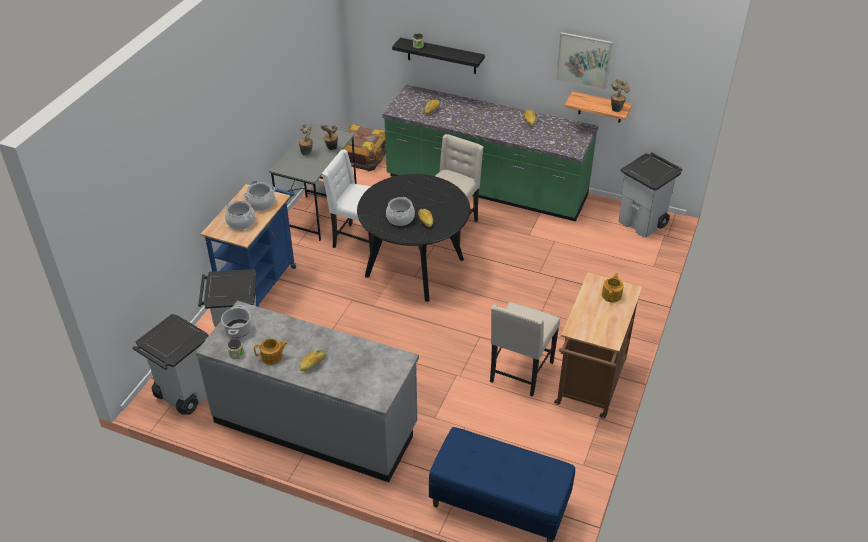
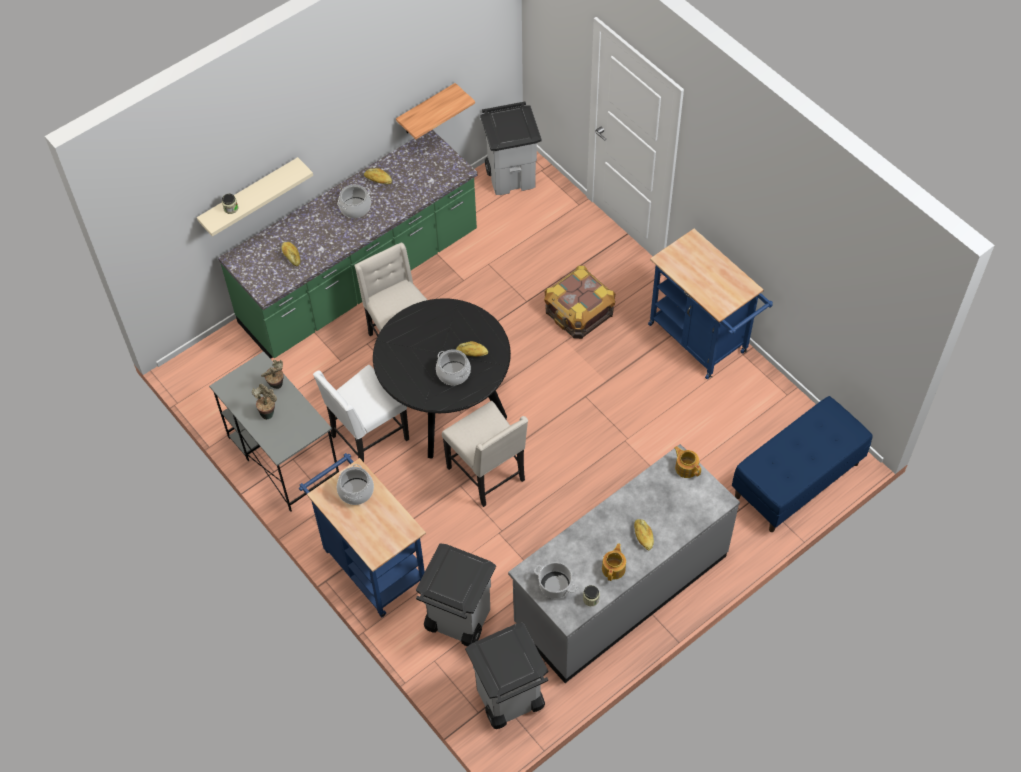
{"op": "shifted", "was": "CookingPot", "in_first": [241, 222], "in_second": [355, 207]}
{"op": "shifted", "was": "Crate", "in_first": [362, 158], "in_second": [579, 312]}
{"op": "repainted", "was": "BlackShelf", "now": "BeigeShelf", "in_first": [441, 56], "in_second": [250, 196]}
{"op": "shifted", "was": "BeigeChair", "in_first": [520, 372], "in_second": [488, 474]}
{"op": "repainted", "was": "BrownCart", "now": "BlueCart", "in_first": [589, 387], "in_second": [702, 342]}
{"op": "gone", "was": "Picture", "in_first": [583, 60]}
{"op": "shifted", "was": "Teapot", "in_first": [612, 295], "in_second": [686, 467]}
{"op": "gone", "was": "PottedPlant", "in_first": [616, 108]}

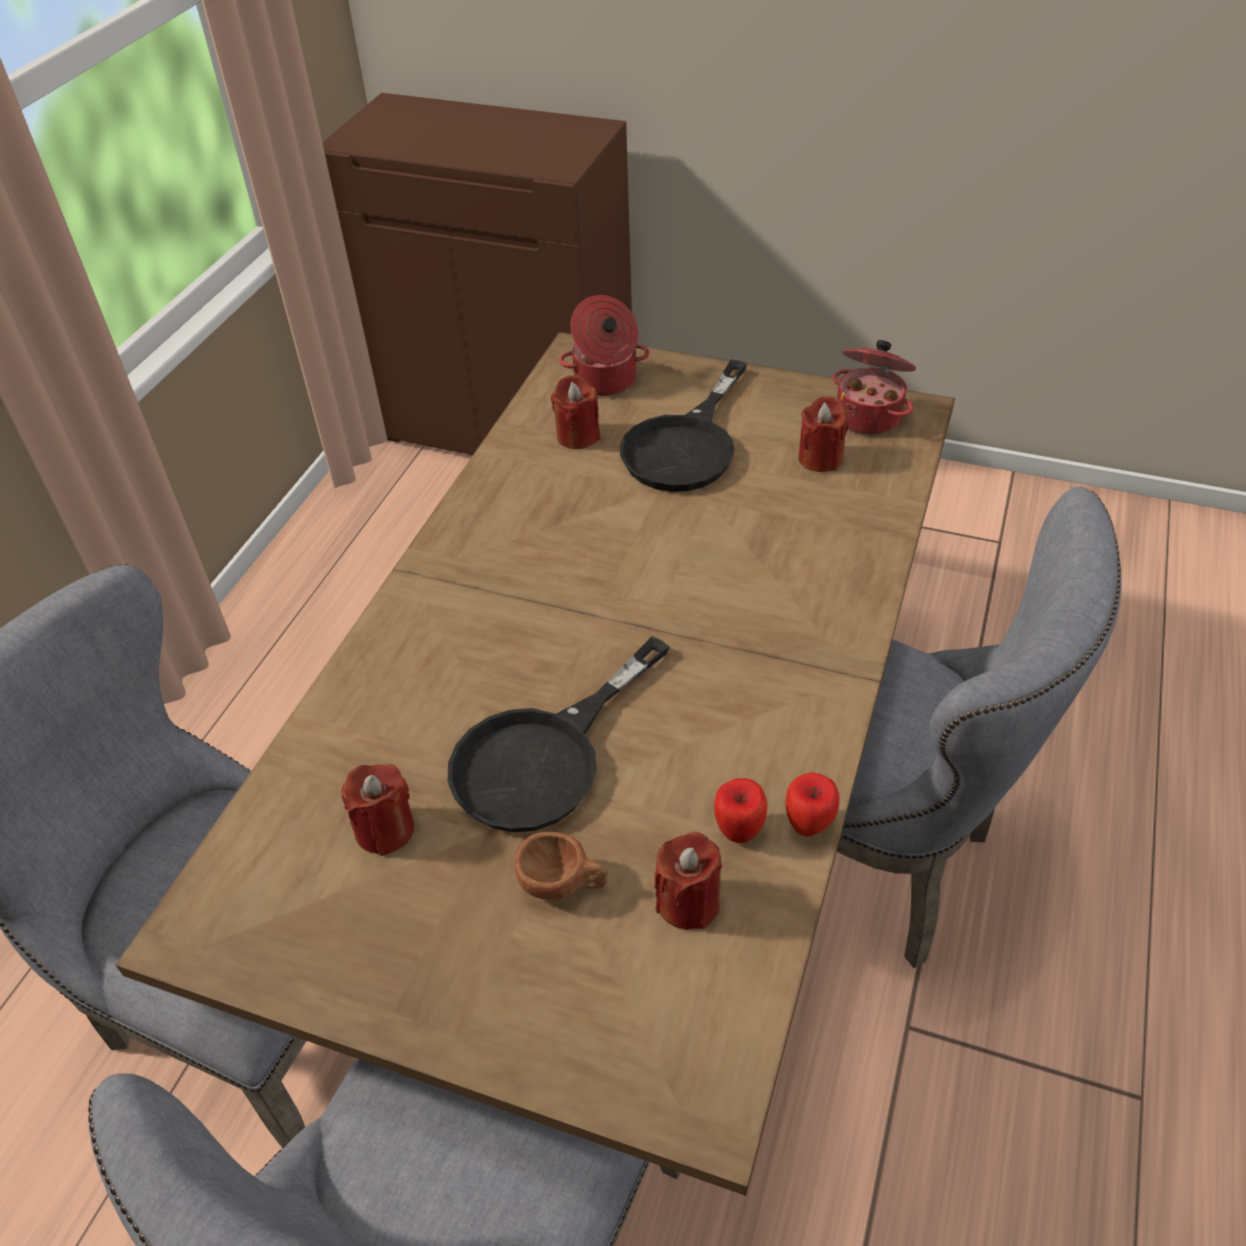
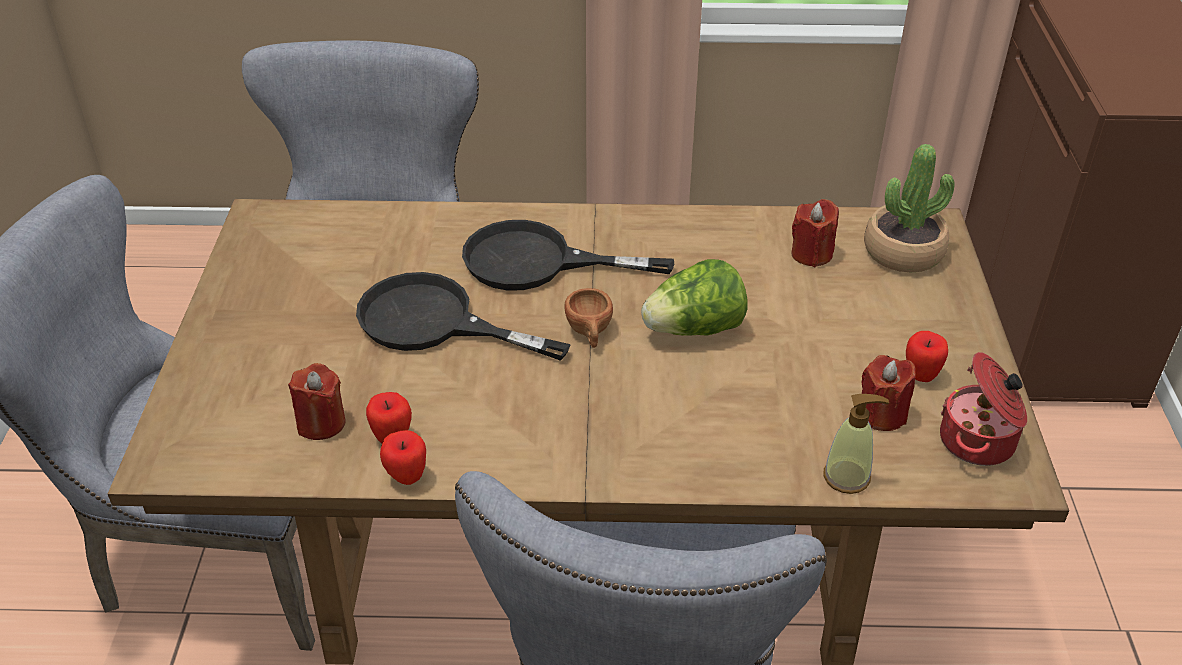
{"op": "gone", "was": "RedCandle", "in_first": [385, 829]}
{"op": "shifted", "was": "BrownCup", "in_first": [563, 884], "in_second": [590, 333]}
{"op": "swapped", "was": "CookingPot", "now": "PottedPlant", "in_first": [605, 381], "in_second": [903, 252]}
{"op": "shifted", "was": "BlackFryingPan", "in_first": [686, 445], "in_second": [537, 262]}
{"op": "new", "now": "Lettuce", "in_second": [694, 329]}
{"op": "new", "now": "SoapDispenser", "in_second": [847, 477]}
{"op": "new", "now": "Apple", "in_second": [920, 376]}

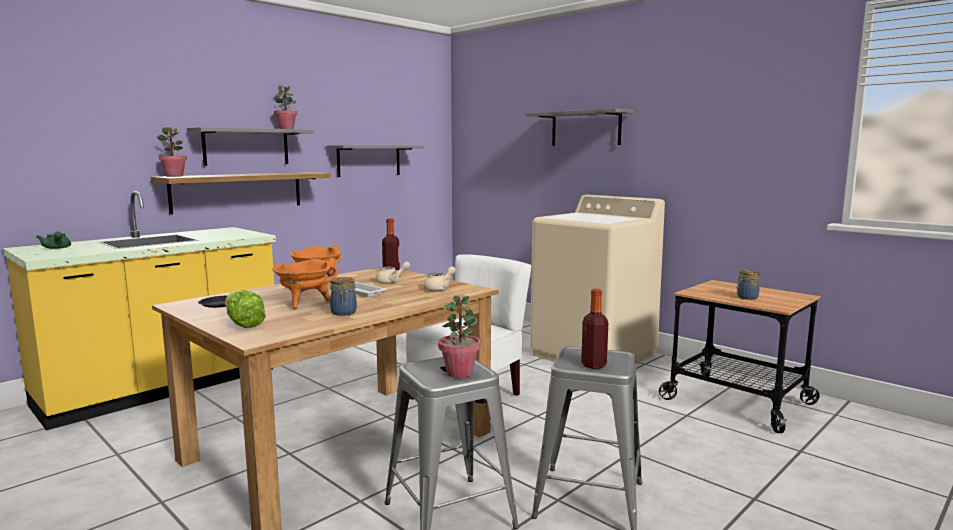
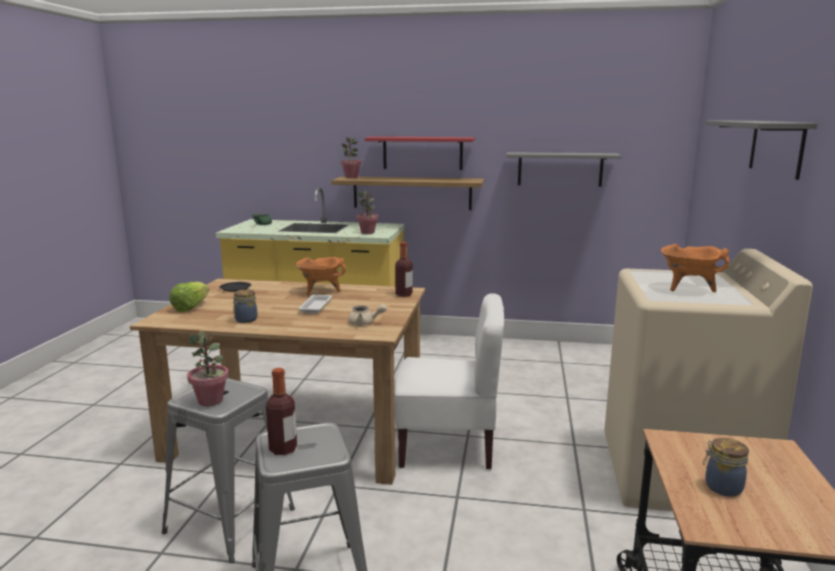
{"op": "repainted", "was": "GreyShelf", "now": "RedShelf", "in_first": [246, 147], "in_second": [422, 153]}
{"op": "shifted", "was": "OrangeCookingPot", "in_first": [305, 303], "in_second": [688, 288]}
{"op": "shifted", "was": "PottedPlant", "in_first": [286, 129], "in_second": [368, 232]}
{"op": "gone", "was": "BeigeTeapot", "in_first": [391, 281]}

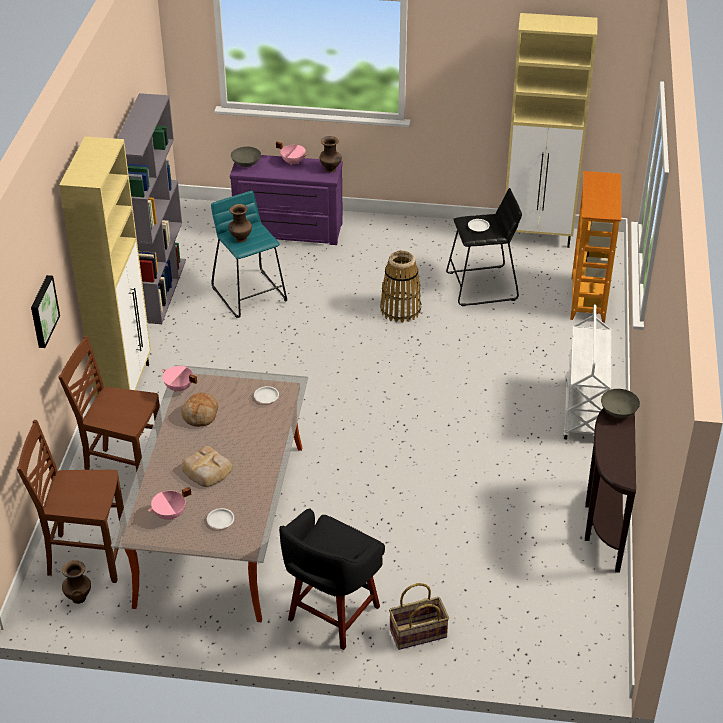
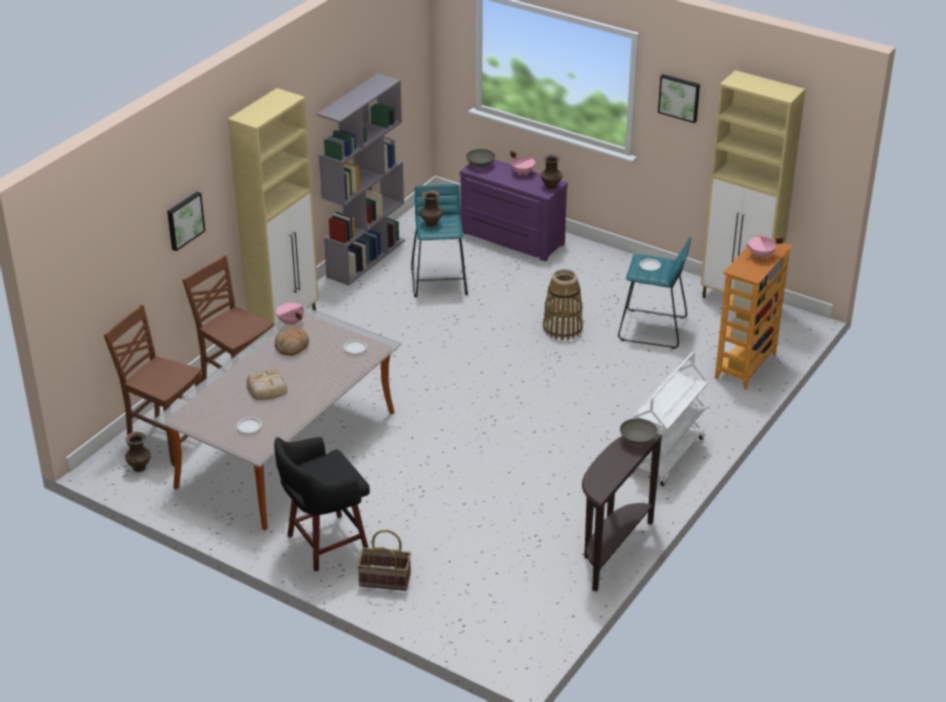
{"op": "shifted", "was": "PinkCookingPot", "in_first": [170, 514], "in_second": [761, 256]}
{"op": "repainted", "was": "BlackStool", "now": "TurquoiseStool", "in_first": [482, 286], "in_second": [652, 329]}
{"op": "new", "now": "Picture", "in_second": [679, 97]}

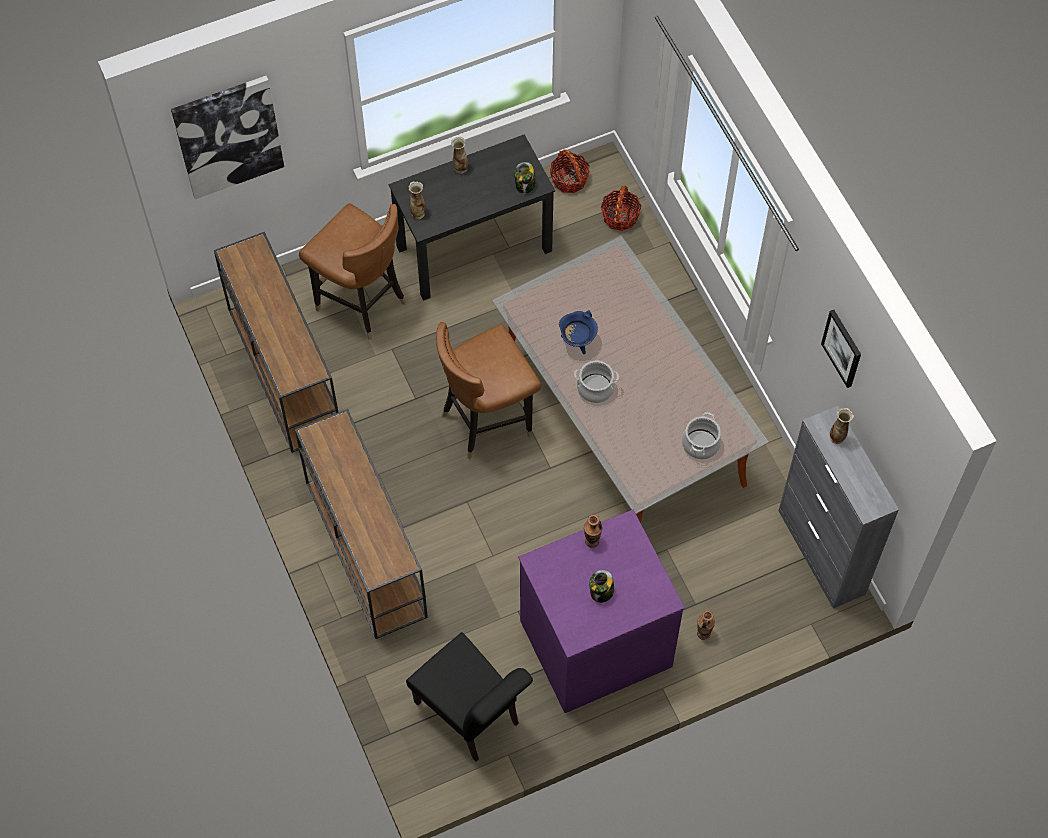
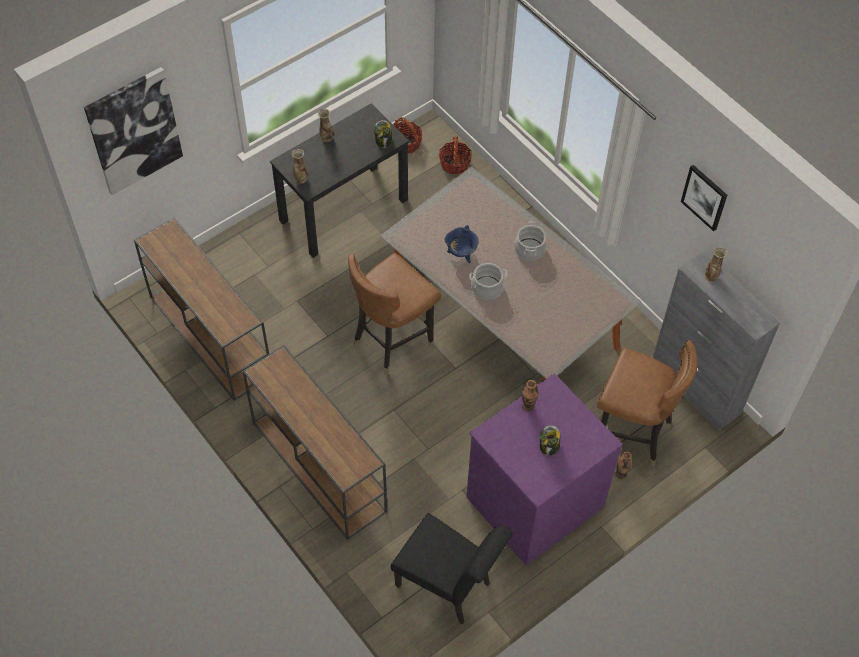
{"op": "shifted", "was": "BrownChair", "in_first": [361, 303], "in_second": [631, 434]}
{"op": "shifted", "was": "CookingPot", "in_first": [700, 444], "in_second": [529, 249]}

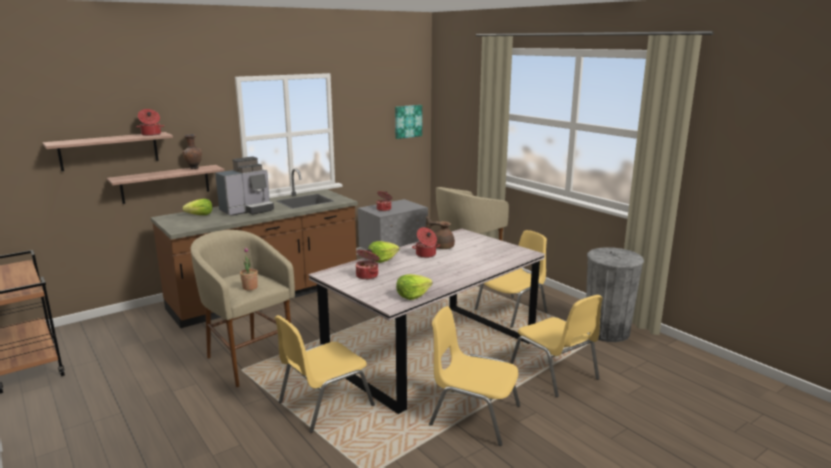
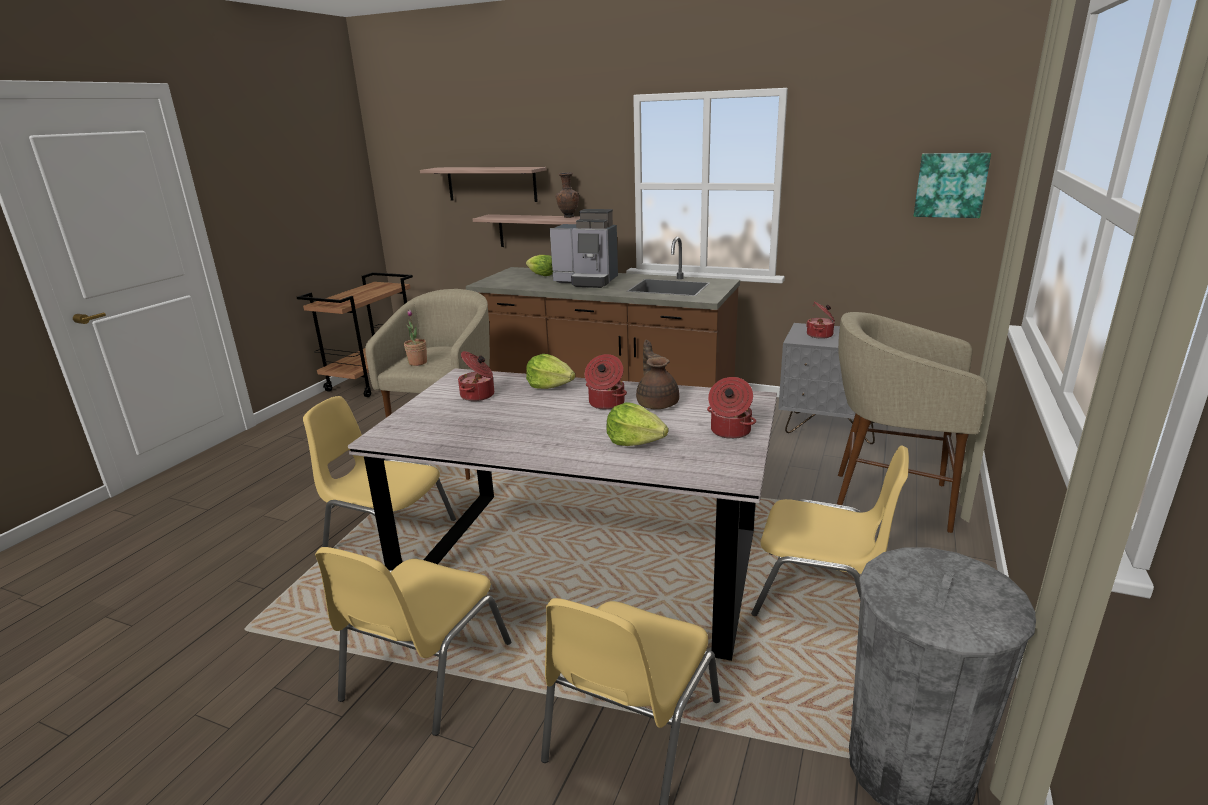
{"op": "shifted", "was": "CookingPot", "in_first": [151, 134], "in_second": [729, 431]}
{"op": "shifted", "was": "Lettuce", "in_first": [412, 295], "in_second": [635, 441]}
{"op": "rotated", "was": "YellowChair", "in_first": [473, 415], "in_second": [424, 672], "clockwise": -150}

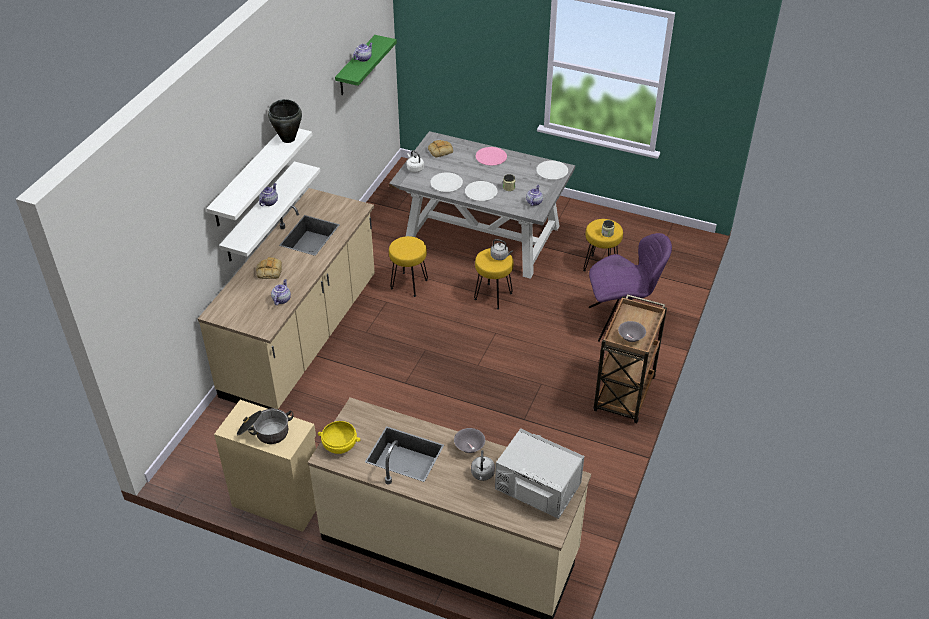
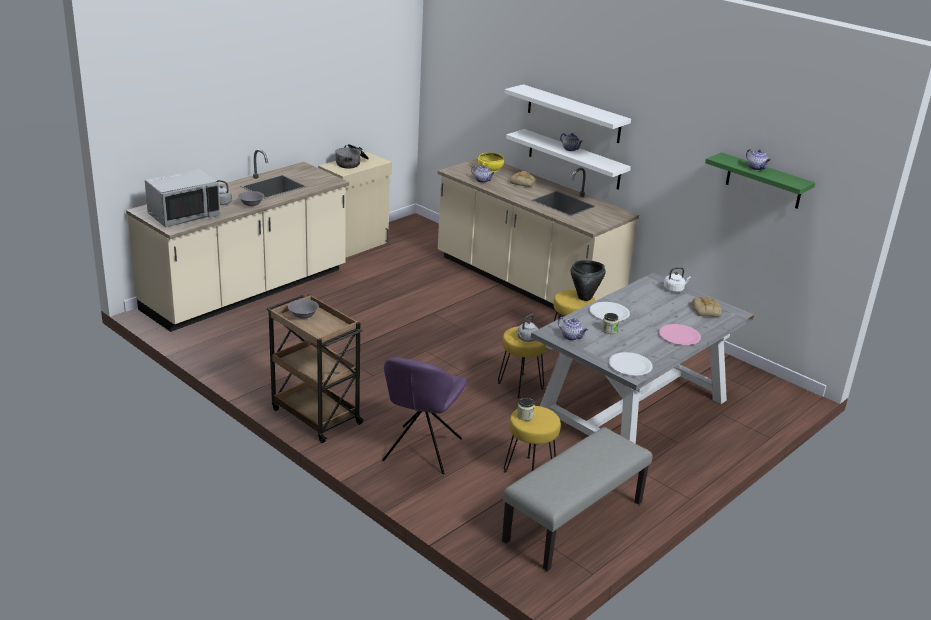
{"op": "shifted", "was": "BlackCookingPot", "in_first": [288, 139], "in_second": [585, 298]}
{"op": "shifted", "was": "YellowBowl", "in_first": [339, 446], "in_second": [490, 170]}
{"op": "gone", "was": "WhitePlate", "in_first": [446, 183]}
{"op": "new", "now": "GreyBench", "in_second": [574, 522]}

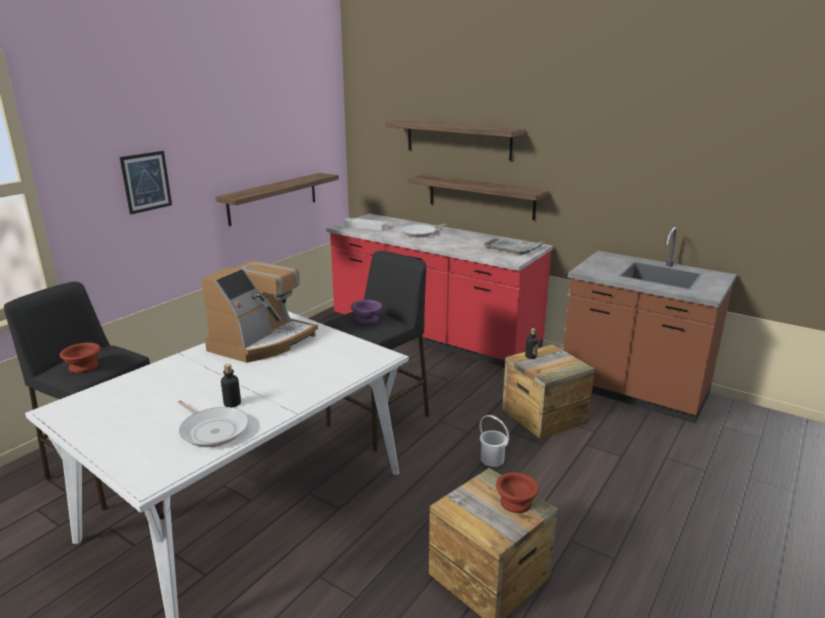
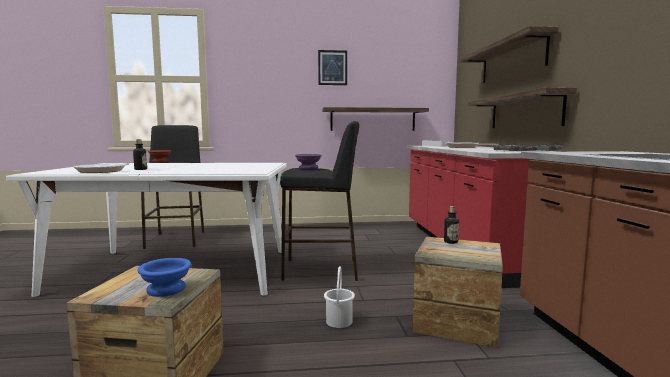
{"op": "shifted", "was": "Picture", "in_first": [146, 182], "in_second": [332, 67]}
{"op": "gone", "was": "CoffeeMachine", "in_first": [262, 342]}
{"op": "repainted", "was": "BrownBowl", "now": "BlueBowl", "in_first": [515, 502], "in_second": [167, 289]}

